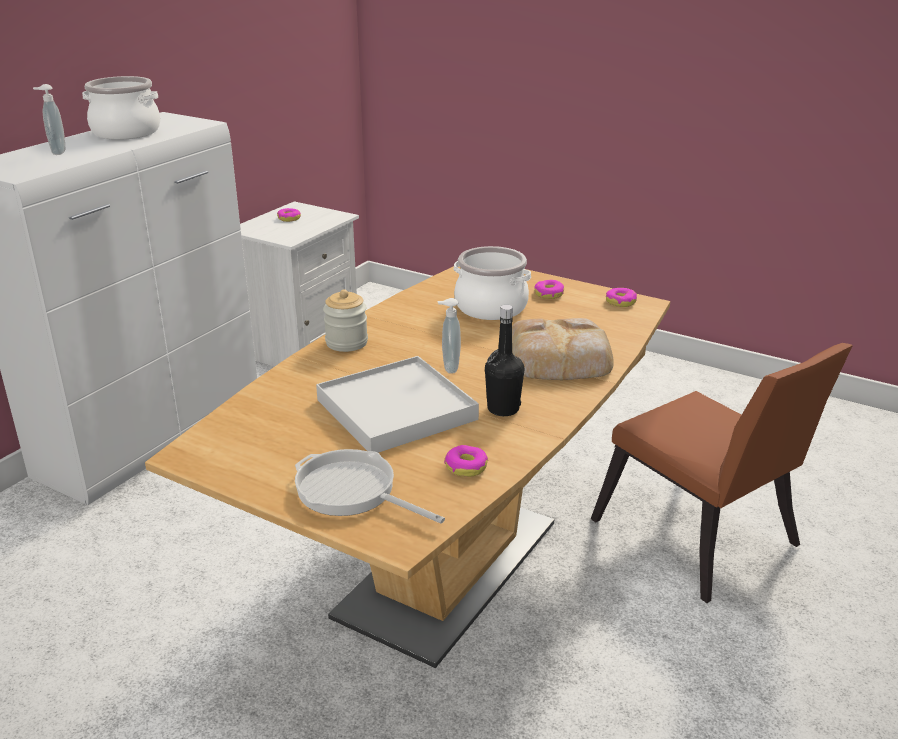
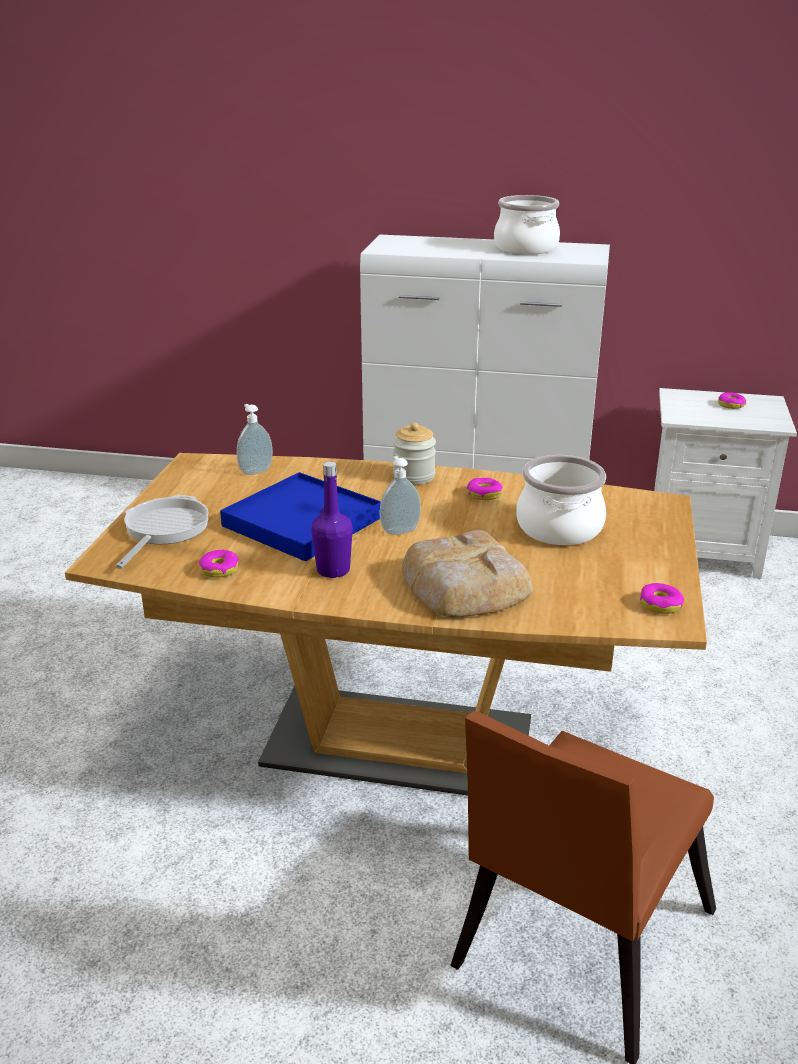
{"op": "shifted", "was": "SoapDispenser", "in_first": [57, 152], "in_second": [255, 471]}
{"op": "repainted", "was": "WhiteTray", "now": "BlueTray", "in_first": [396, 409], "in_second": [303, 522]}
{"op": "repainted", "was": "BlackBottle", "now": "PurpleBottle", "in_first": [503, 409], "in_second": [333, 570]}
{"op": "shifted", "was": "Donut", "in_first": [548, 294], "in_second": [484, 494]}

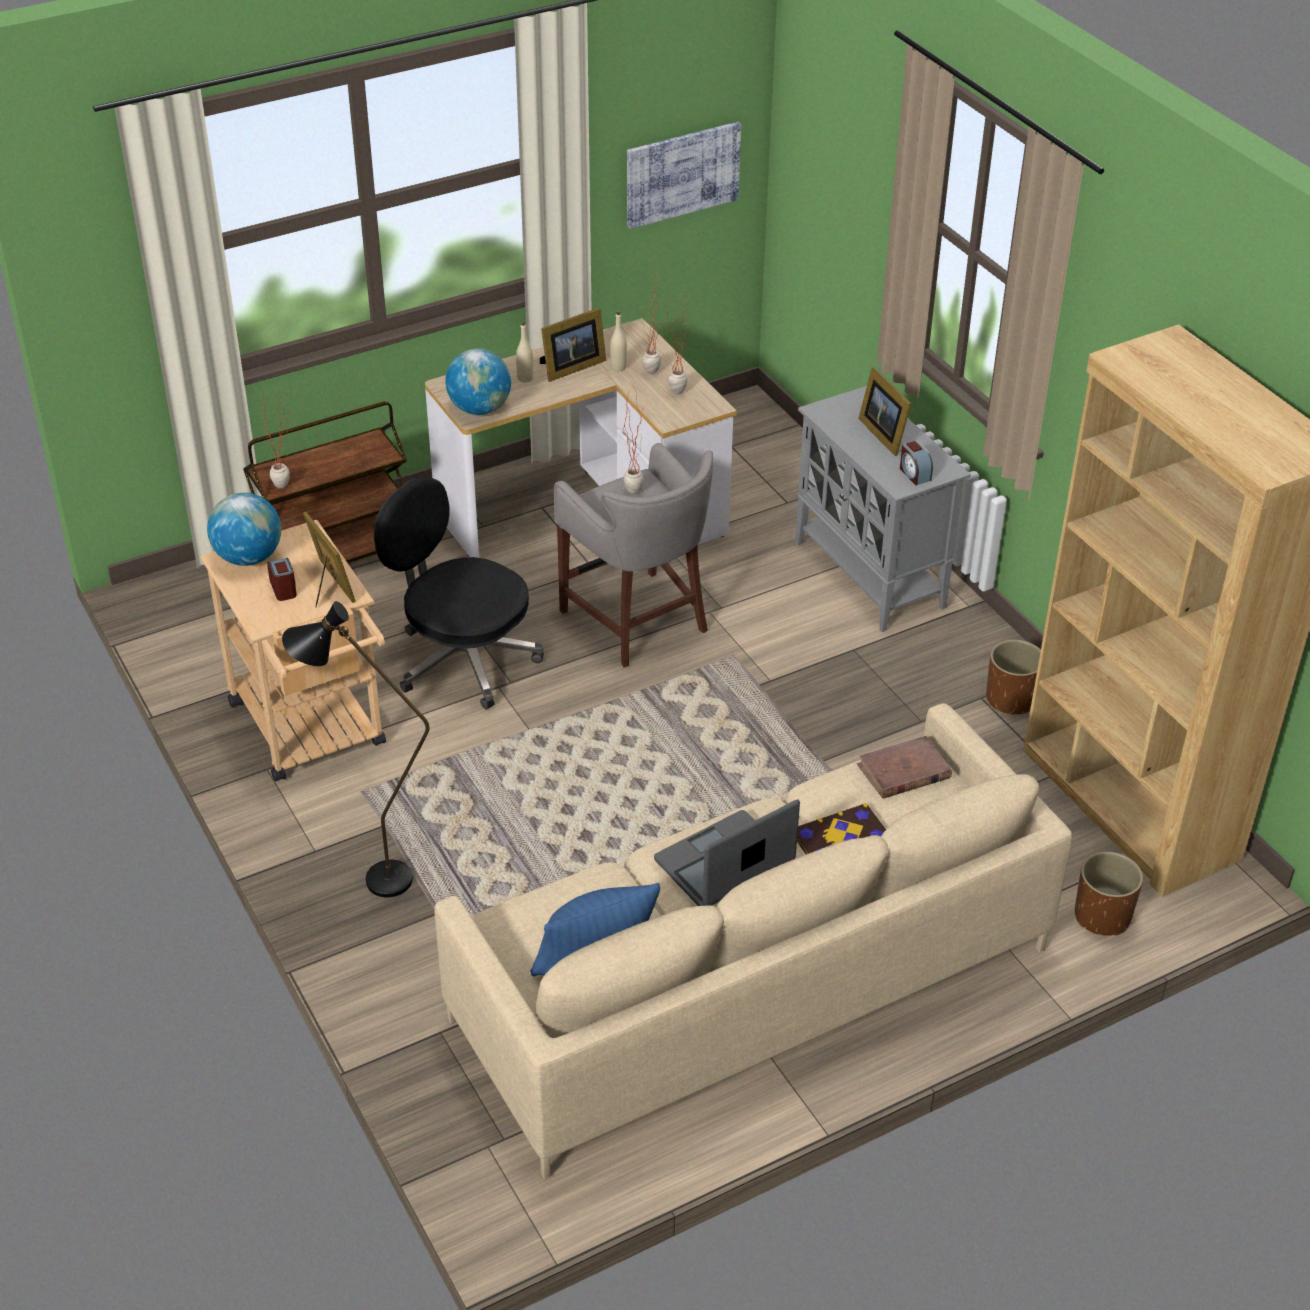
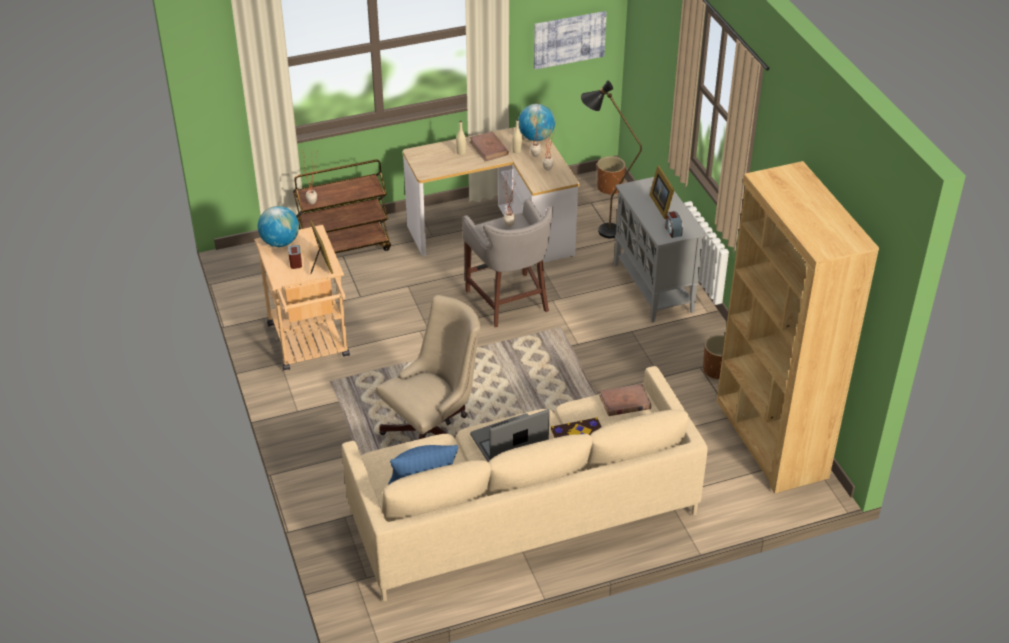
{"op": "shifted", "was": "BlackFloorLamp", "in_first": [371, 880], "in_second": [600, 230]}
{"op": "gone", "was": "BlackOfficeChair", "in_first": [463, 659]}
{"op": "shifted", "was": "Globe", "in_first": [479, 409], "in_second": [536, 138]}
{"op": "swapped", "was": "PictureFrame", "now": "BrownBook", "in_first": [570, 367], "in_second": [489, 148]}
{"op": "shifted", "was": "BrownPlanter", "in_first": [1102, 916], "in_second": [610, 188]}
{"op": "new", "now": "BeigeOfficeChair", "in_second": [433, 432]}

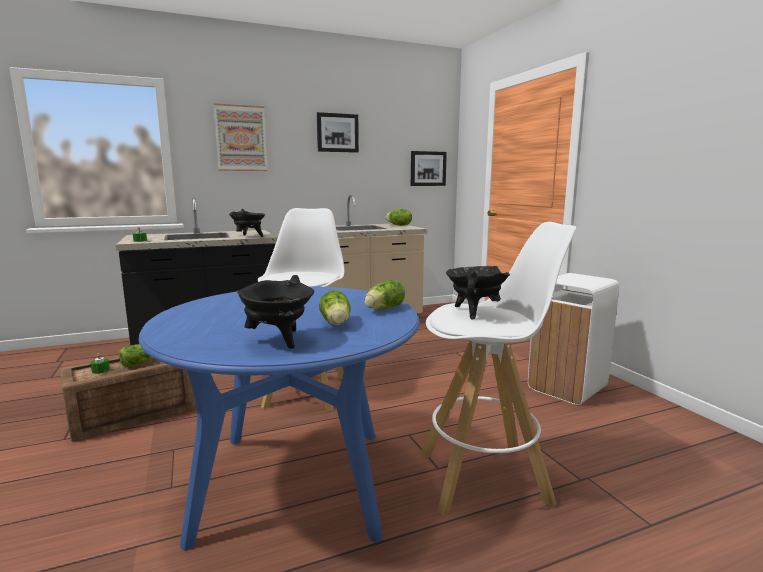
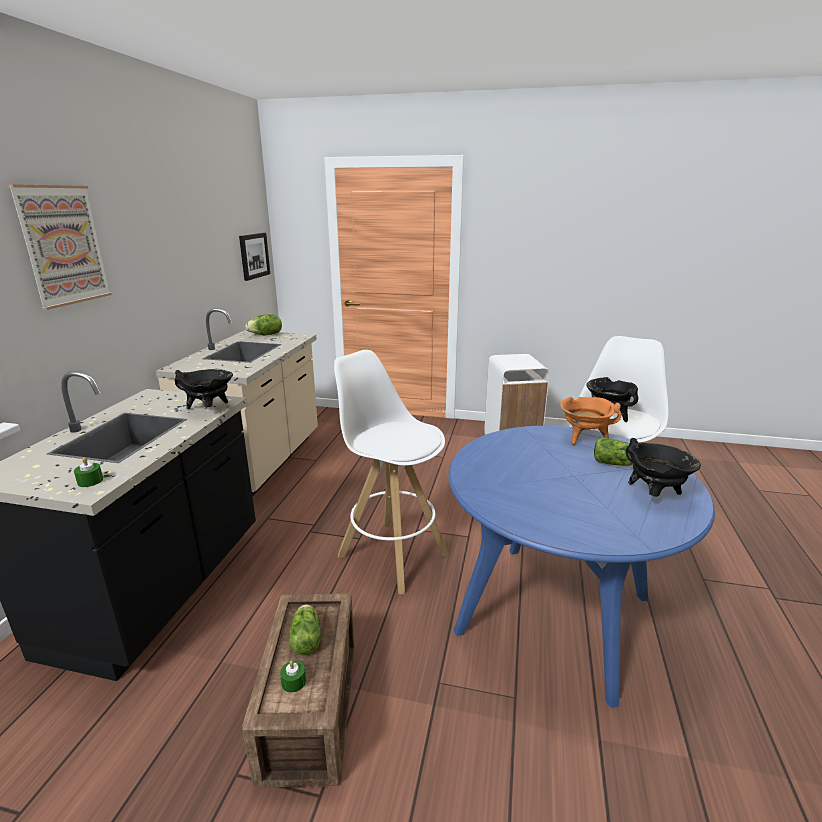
{"op": "gone", "was": "Picture", "in_first": [337, 133]}
{"op": "swapped", "was": "Lettuce", "now": "OrangeCookingPot", "in_first": [383, 309], "in_second": [584, 438]}

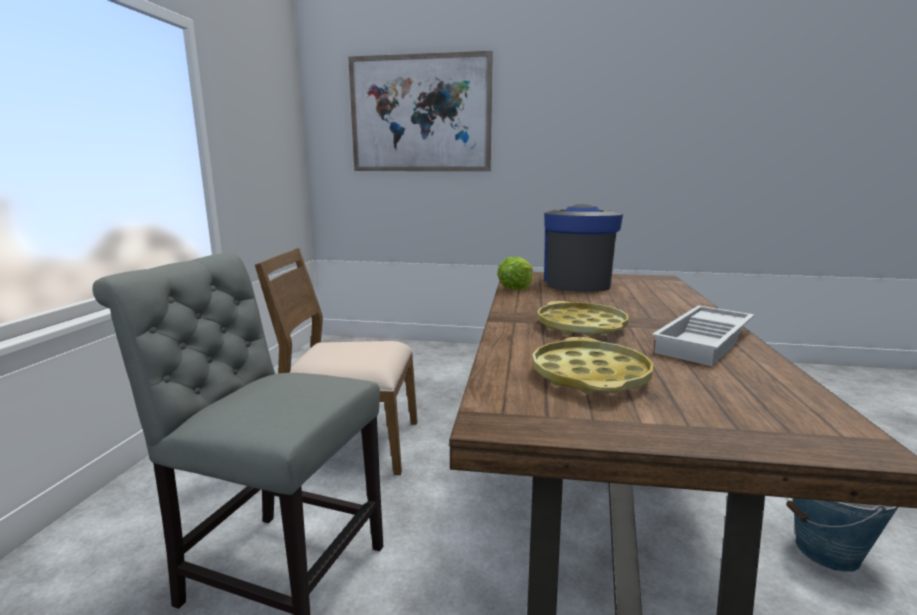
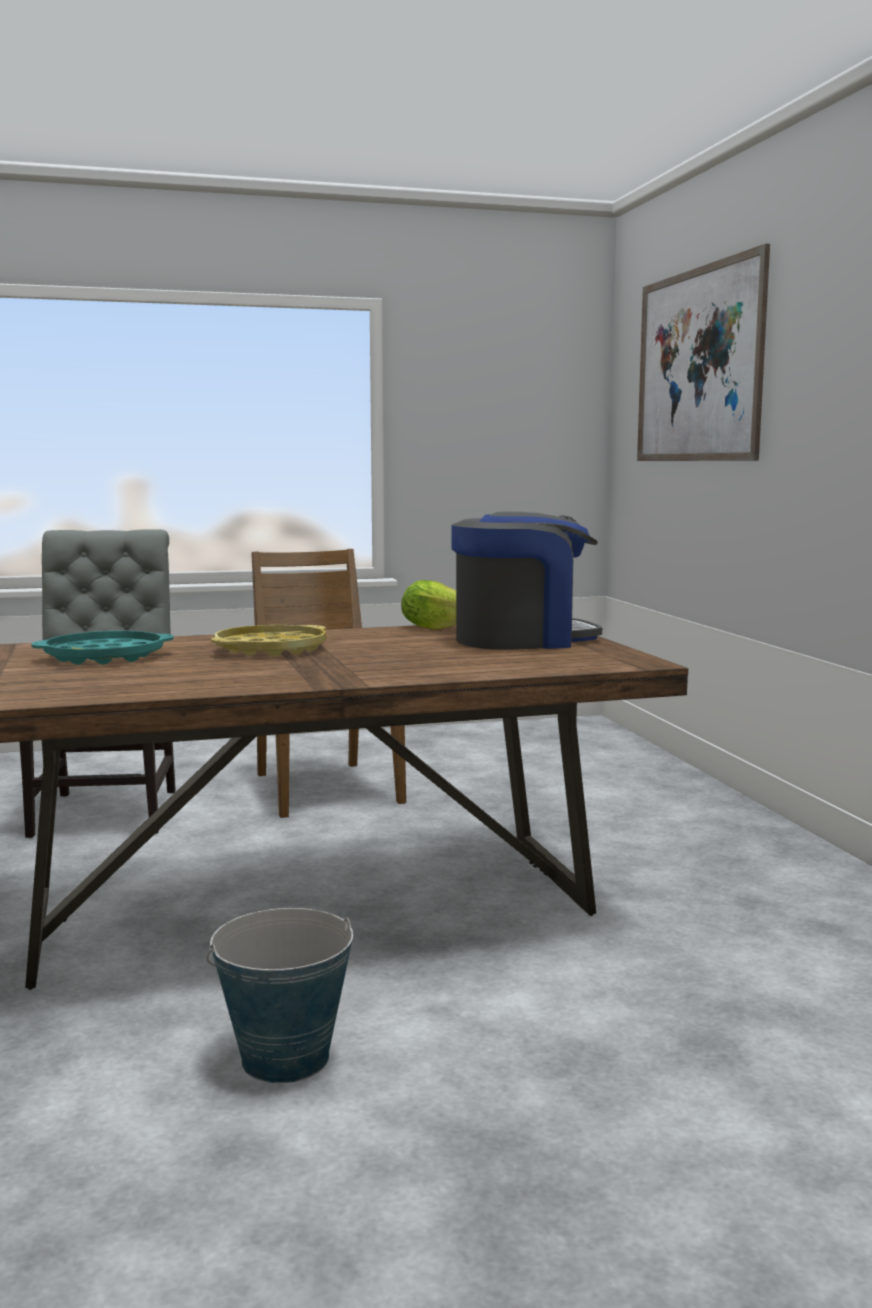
{"op": "repainted", "was": "YellowTray", "now": "TurquoiseTray", "in_first": [590, 375], "in_second": [105, 657]}
{"op": "gone", "was": "WhiteTray", "in_first": [705, 342]}

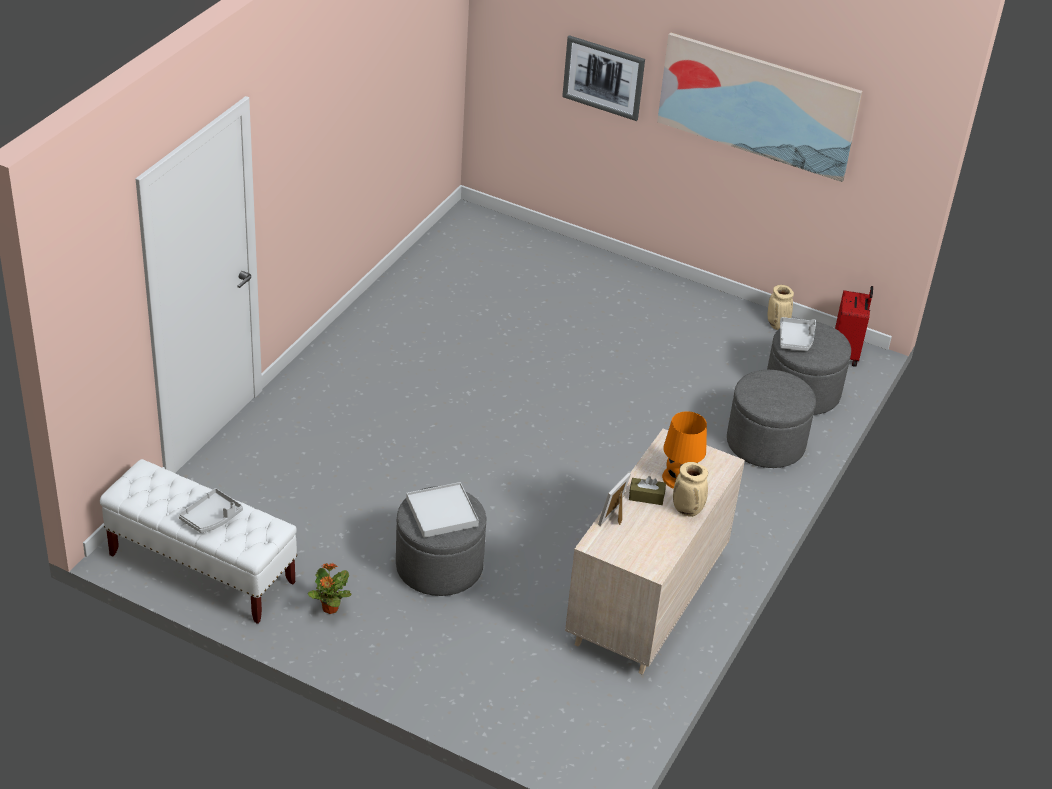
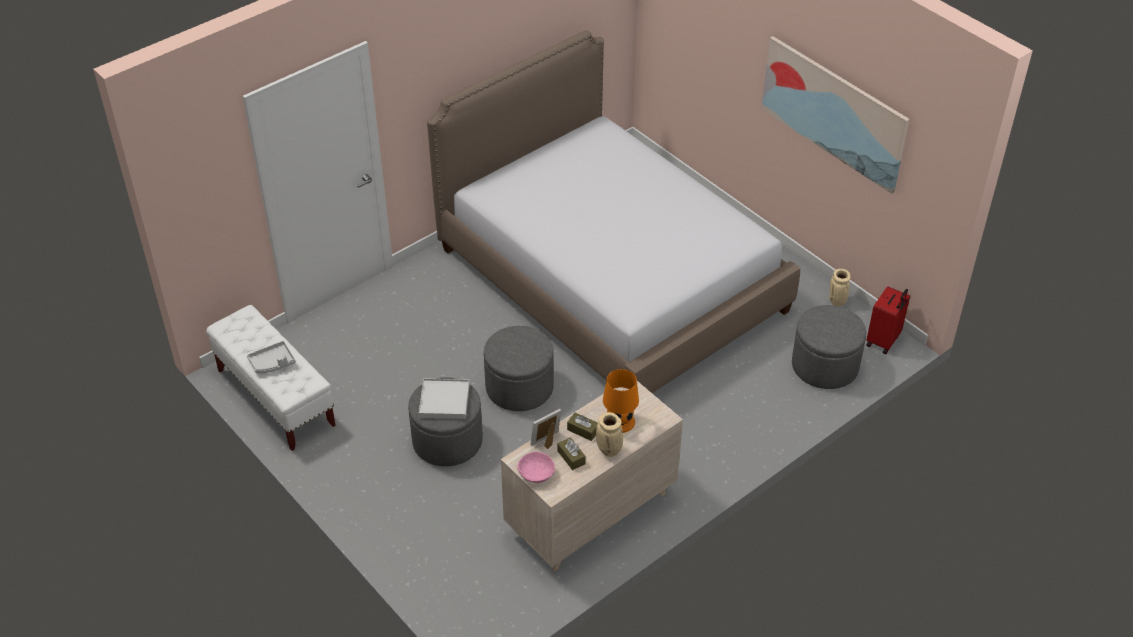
{"op": "gone", "was": "PottedPlant", "in_first": [330, 609]}
{"op": "gone", "was": "Picture", "in_first": [603, 77]}
{"op": "shifted", "was": "GreyOttoman", "in_first": [765, 443], "in_second": [519, 387]}
{"op": "gone", "was": "GreyTray", "in_first": [796, 339]}
{"op": "new", "now": "Bed", "in_second": [611, 279]}
{"op": "new", "now": "PinkBowl", "in_second": [536, 473]}
{"op": "new", "now": "BrownTissueBox", "in_second": [571, 457]}

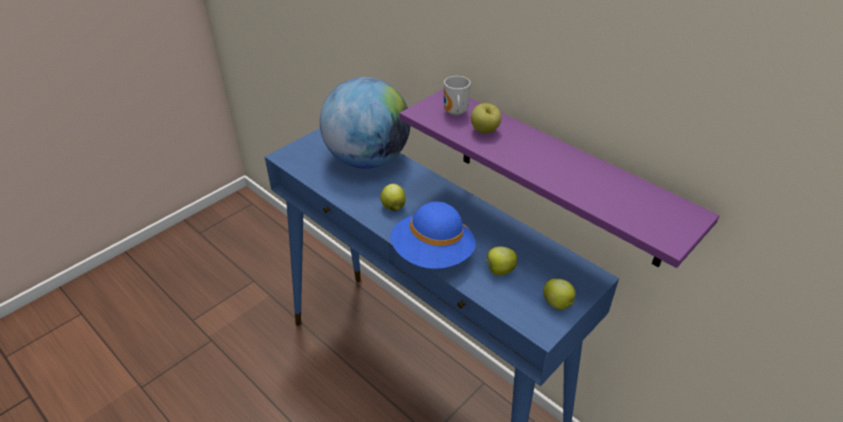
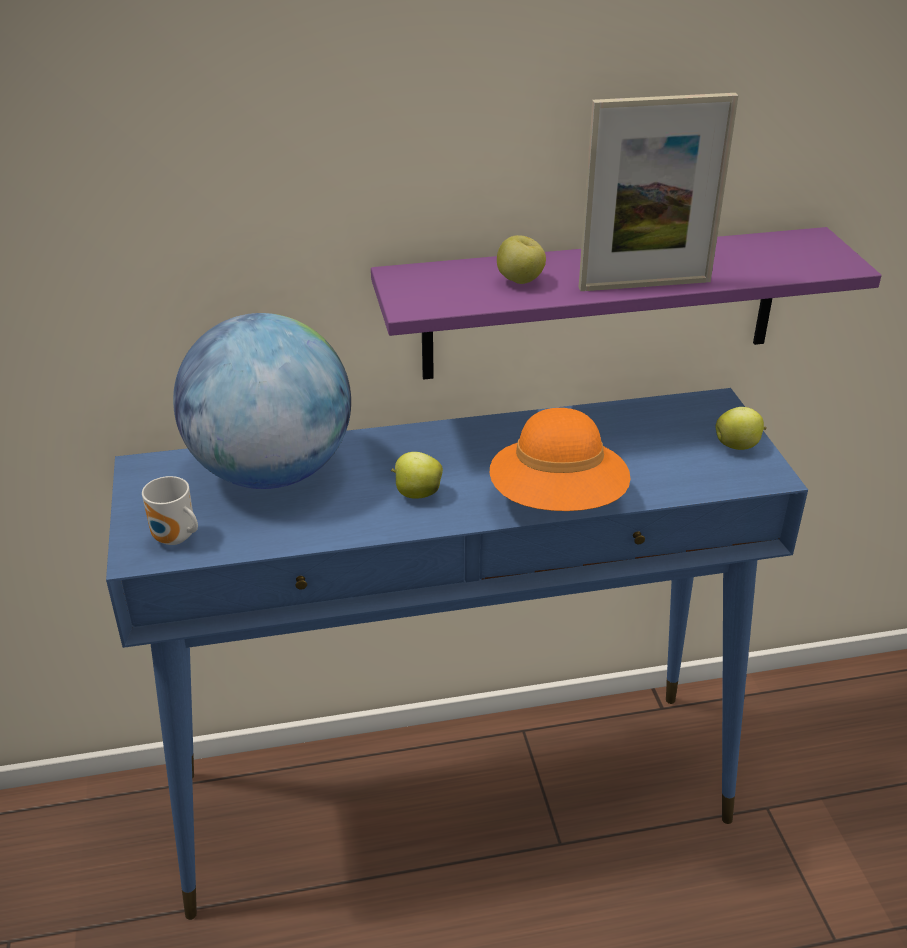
{"op": "repainted", "was": "BlueHat", "now": "OrangeHat", "in_first": [432, 254], "in_second": [558, 501]}
{"op": "shifted", "was": "Mug", "in_first": [454, 113], "in_second": [175, 540]}
{"op": "gone", "was": "Apple", "in_first": [499, 270]}
{"op": "new", "now": "PictureFrame", "in_second": [644, 284]}

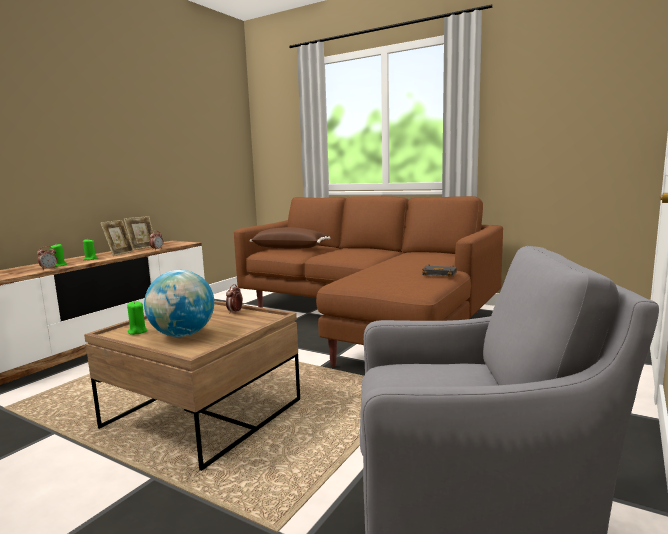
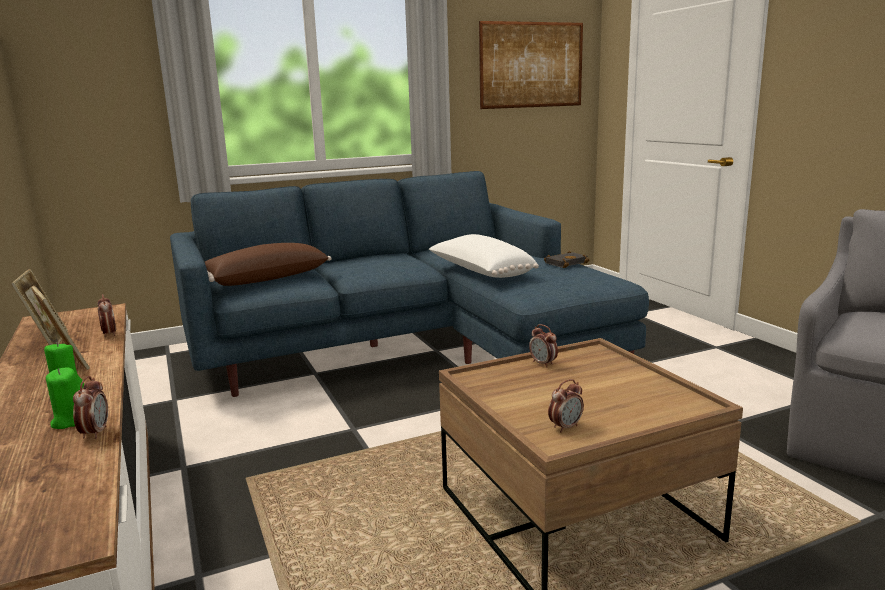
{"op": "swapped", "was": "GreenCandle", "now": "AlarmClock", "in_first": [137, 331], "in_second": [565, 427]}
{"op": "gone", "was": "Globe", "in_first": [183, 335]}
{"op": "repainted", "was": "BrownSofa", "now": "BlueSofa", "in_first": [370, 319], "in_second": [408, 351]}
{"op": "new", "now": "WhitePillow", "in_second": [480, 272]}
{"op": "new", "now": "Picture", "in_second": [531, 65]}

